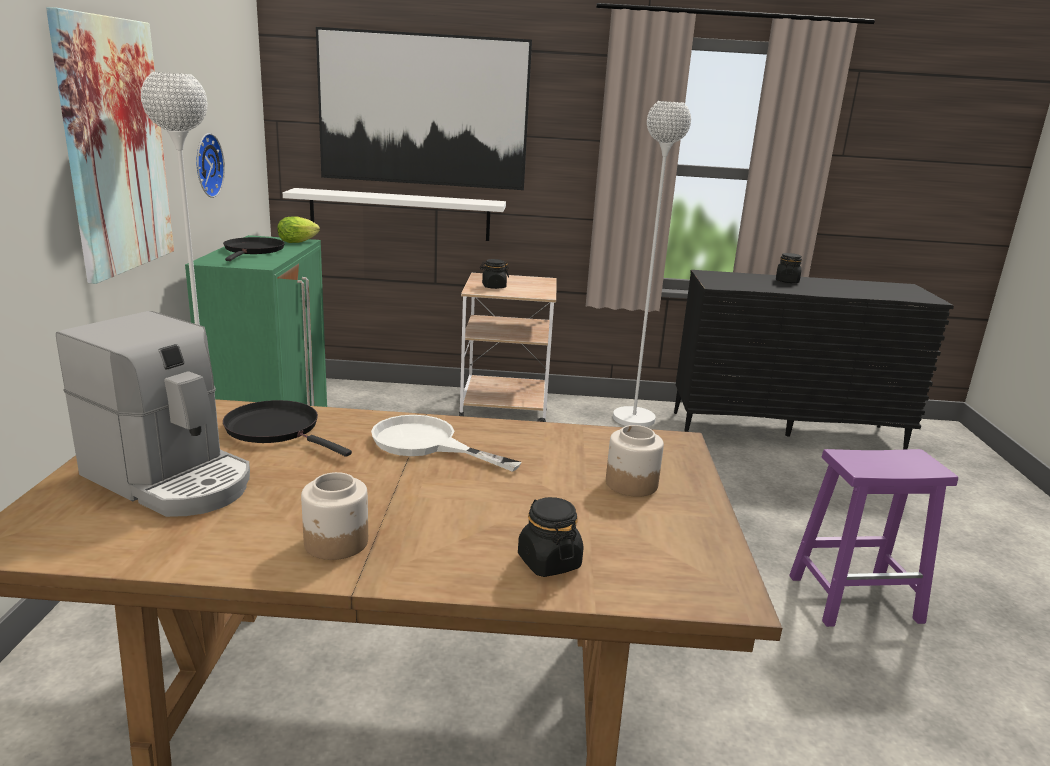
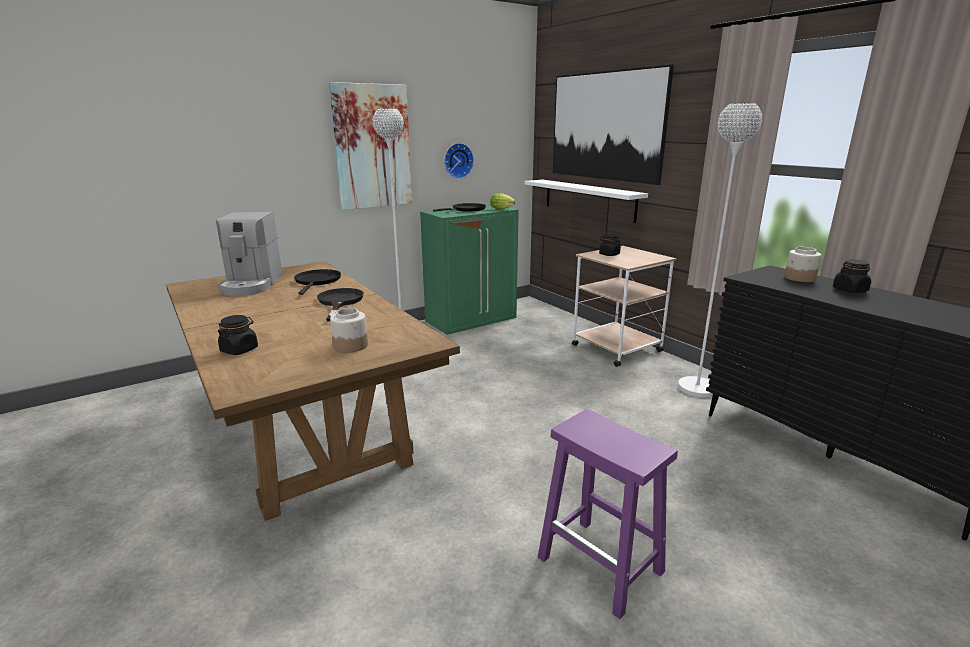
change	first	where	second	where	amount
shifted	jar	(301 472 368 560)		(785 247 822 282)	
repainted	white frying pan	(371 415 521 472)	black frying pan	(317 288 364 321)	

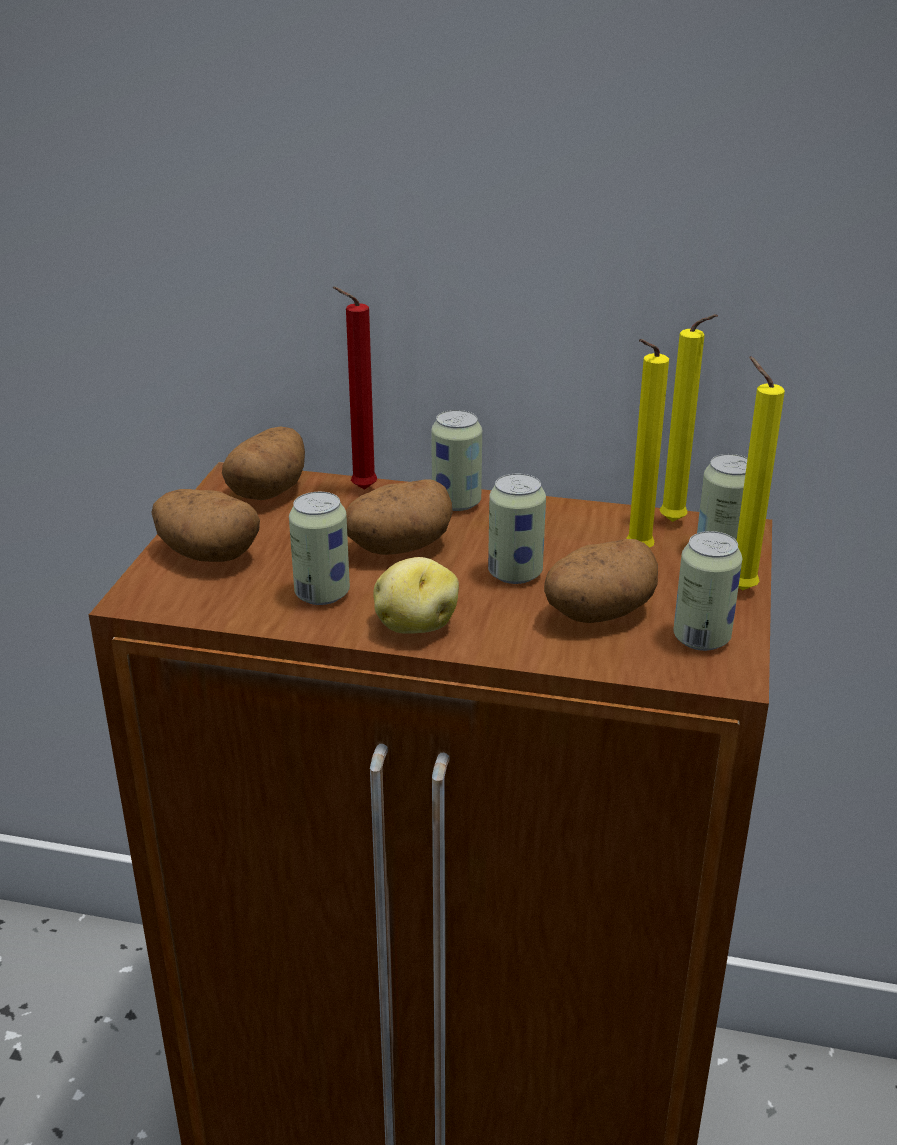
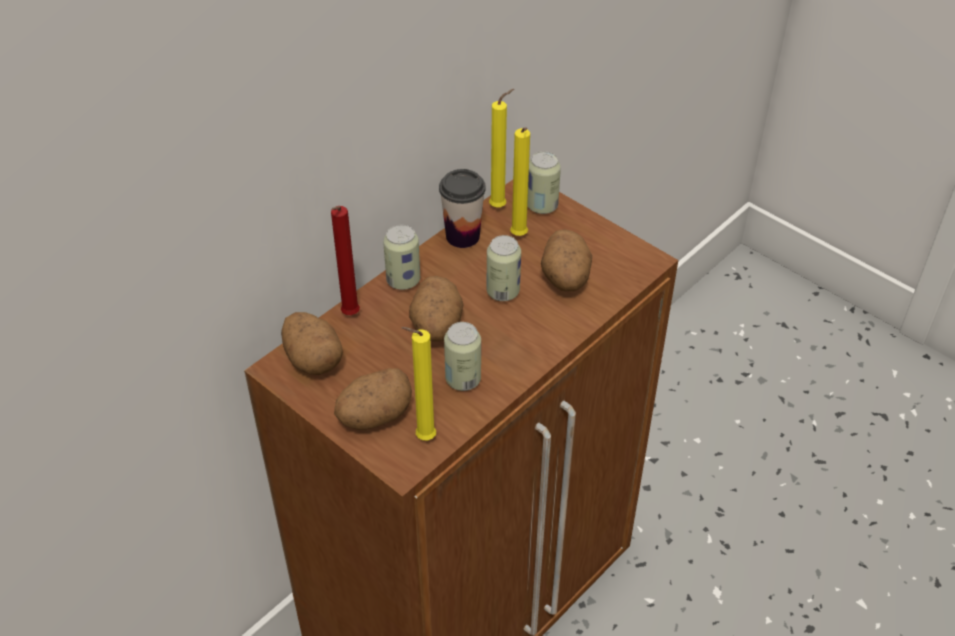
change	first	where	second	where	amount
gone	potato	(373 557 459 634)			
gone	can	(673 531 742 651)			
new			cup	(439 169 486 248)	
shifted	yellow candle	(736 357 785 590)		(402 327 436 440)	

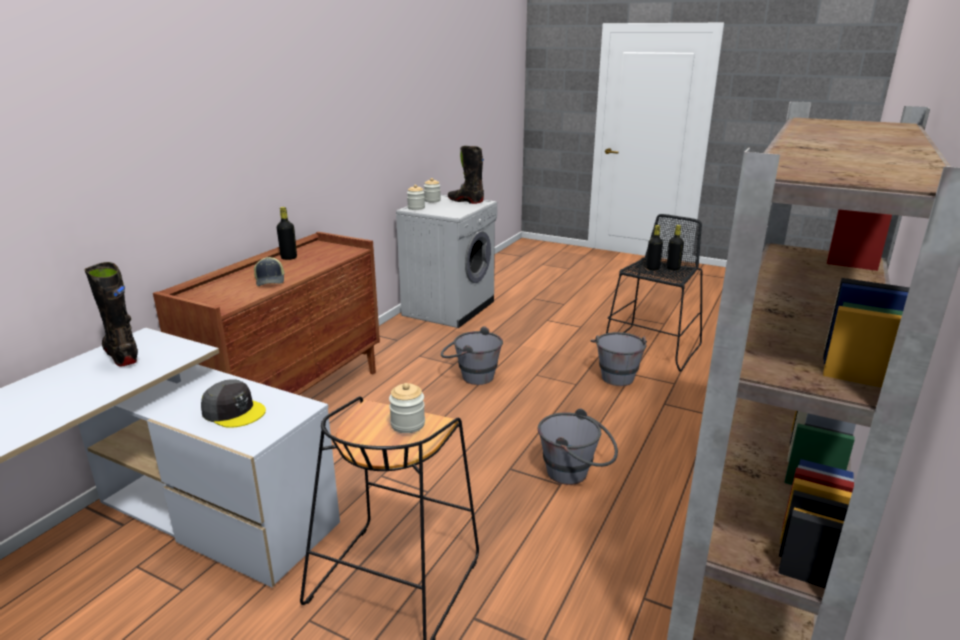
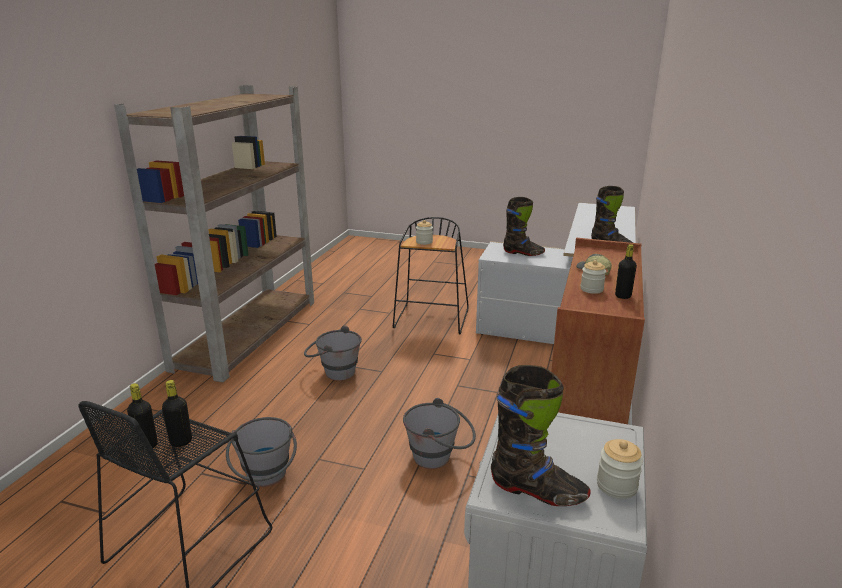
change	first	where	second	where	amount
shifted	jar	(407 185 425 210)		(580 260 606 294)	
swapped	grey cap	(201 379 266 428)	black boot	(503 197 545 256)	

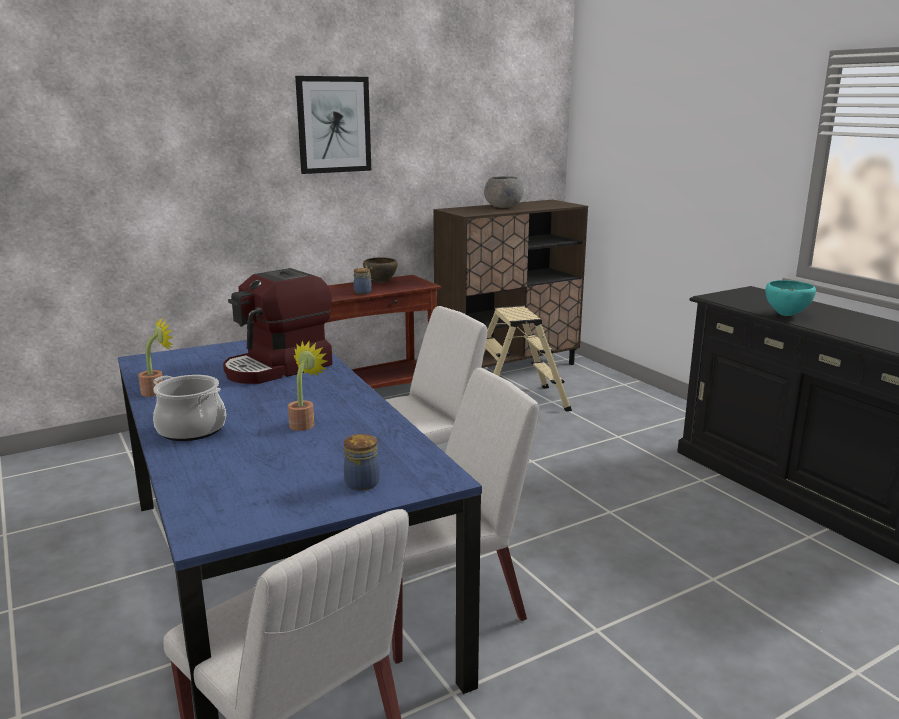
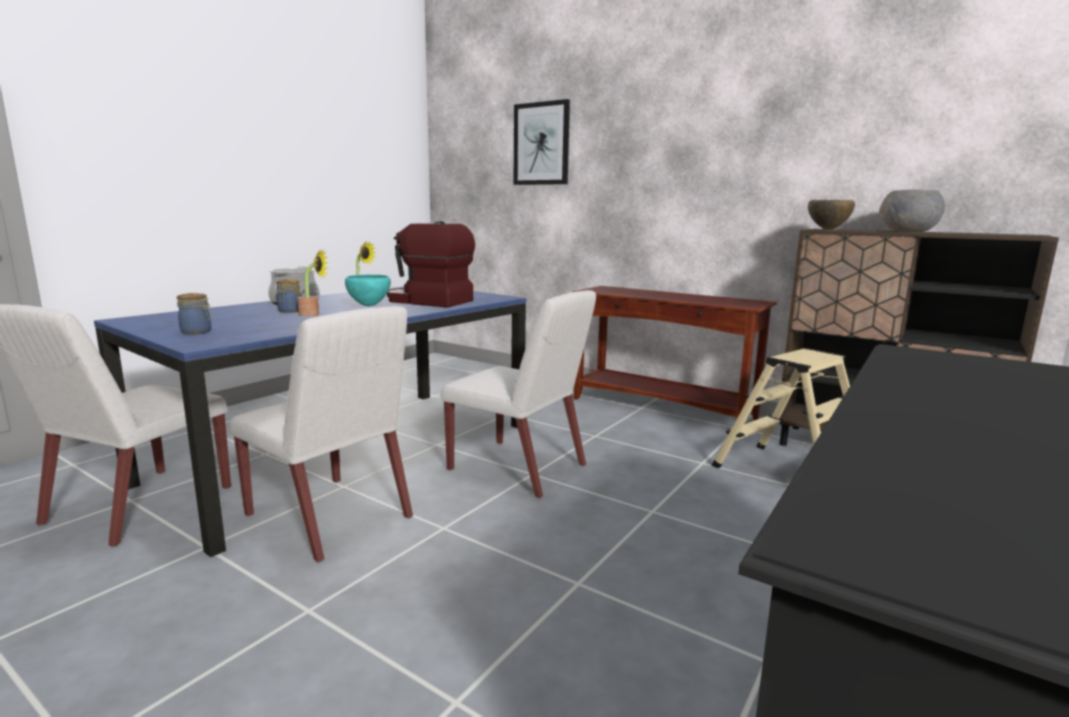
change	first	where	second	where	amount
shifted	picture	(295 76 371 174)		(514 99 570 185)	
shifted	jar	(354 268 372 294)		(276 279 301 313)	
shifted	brown bowl	(363 257 397 283)		(808 200 855 230)	
shifted	turquoise bowl	(765 280 816 316)		(345 275 391 306)	

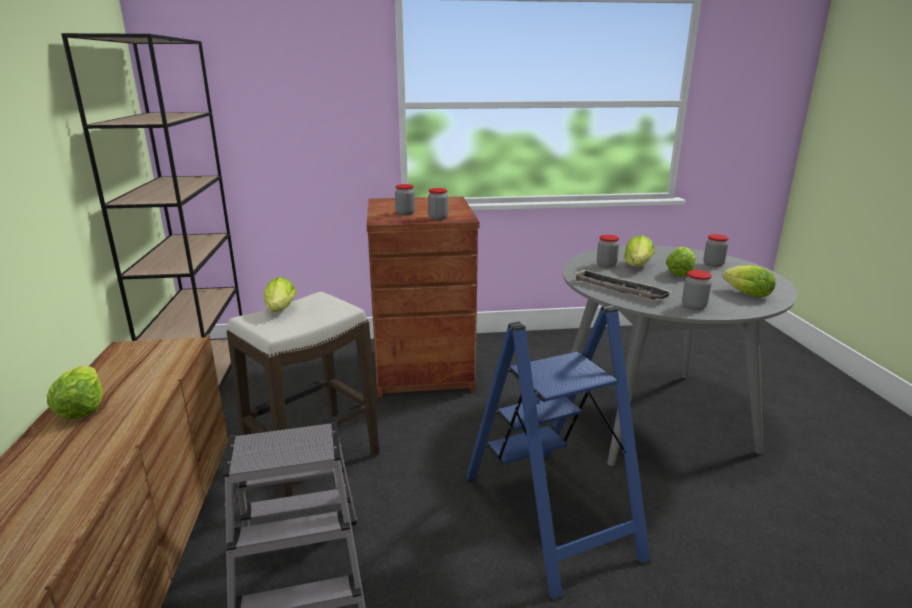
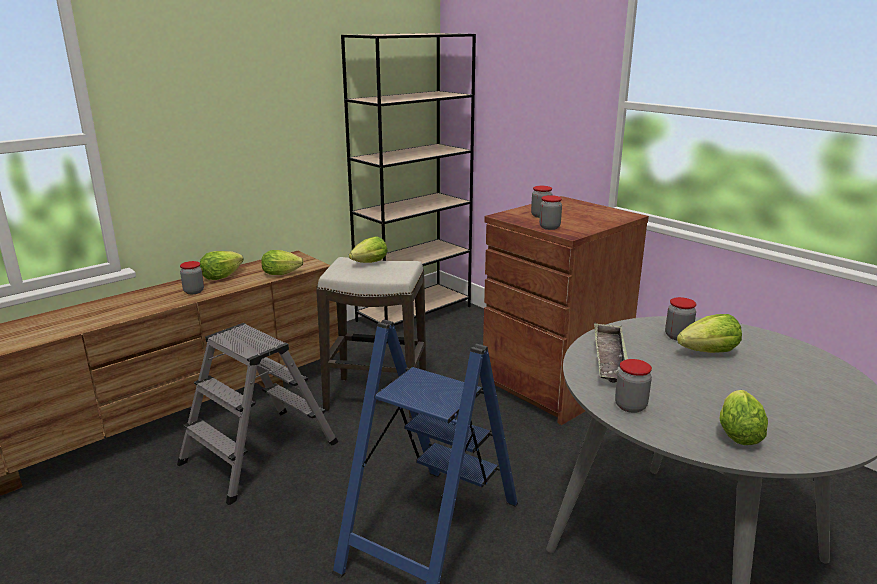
change	first	where	second	where	amount
shifted	lettuce	(666 247 695 276)		(261 250 303 275)	
shifted	jar	(703 234 729 267)		(180 261 204 294)	

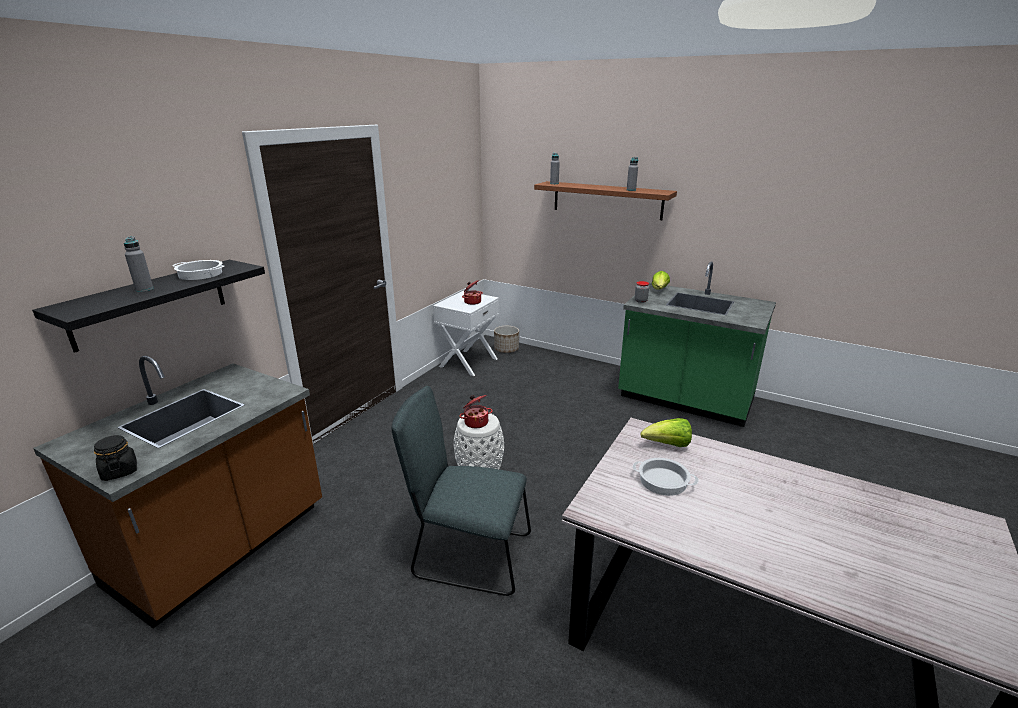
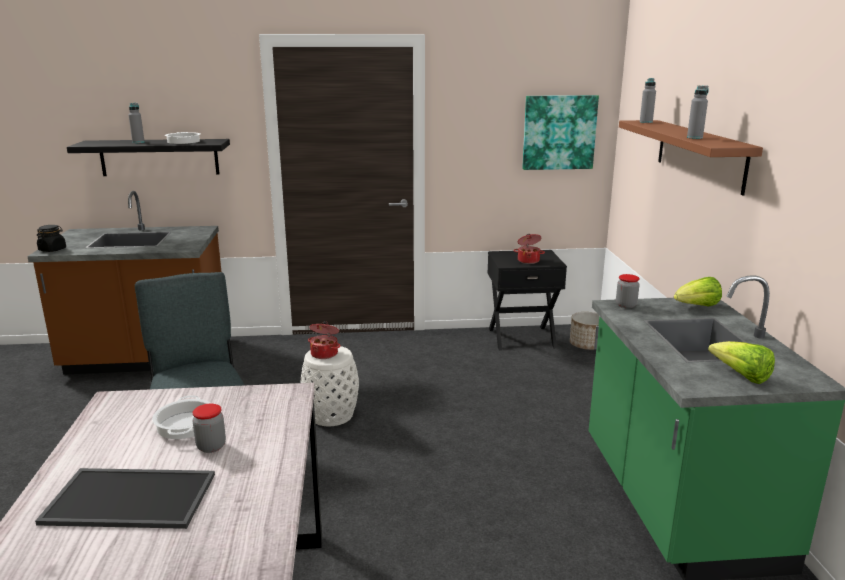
change	first	where	second	where	amount
new			tray	(35 468 215 529)	
new			jar	(192 404 226 453)	
new			picture	(522 95 599 170)	
shifted	lettuce	(641 418 692 447)		(708 341 775 384)	
repainted	white nightstand	(433 291 499 376)	black nightstand	(487 250 567 351)	

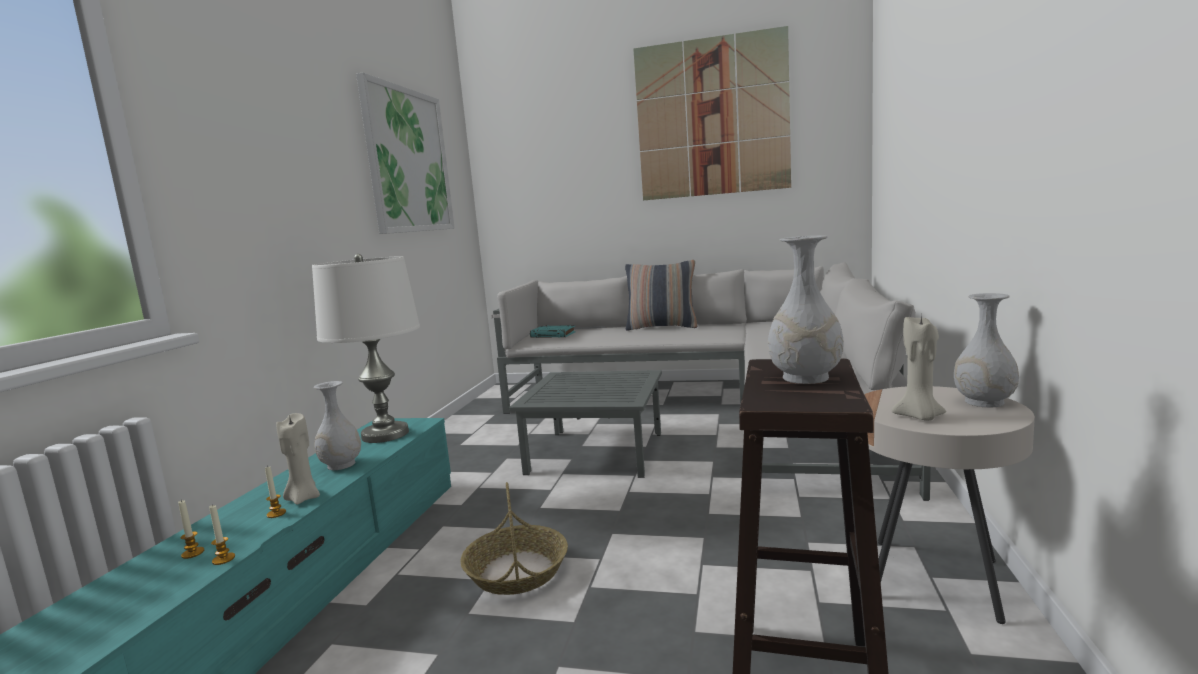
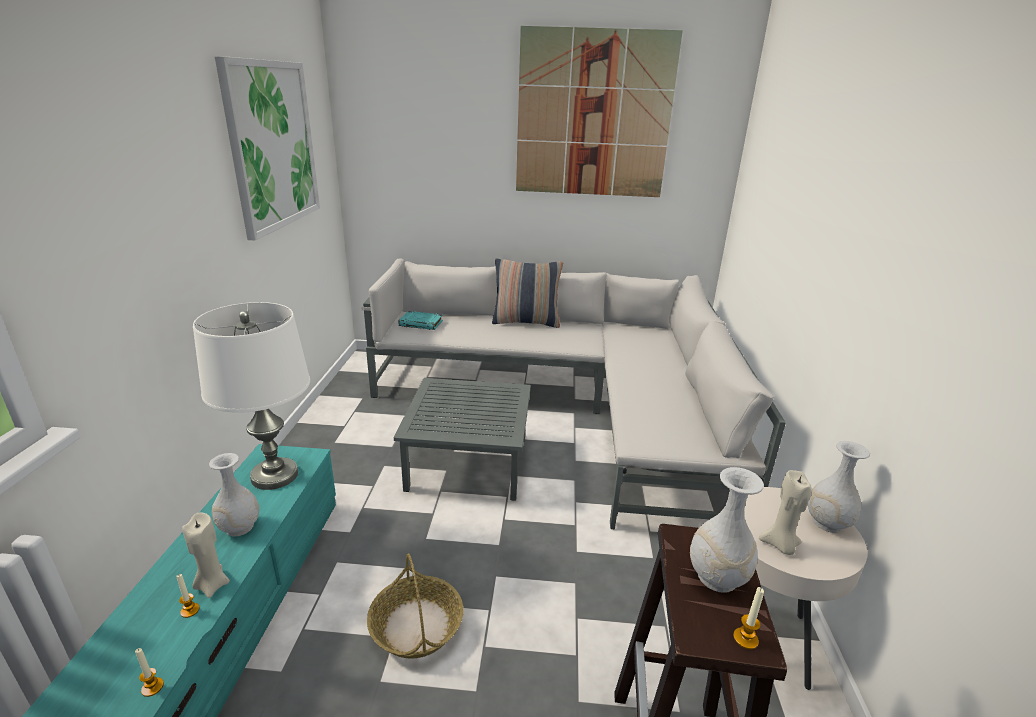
change	first	where	second	where	amount
shifted	candle	(178 500 204 559)		(733 587 764 649)	

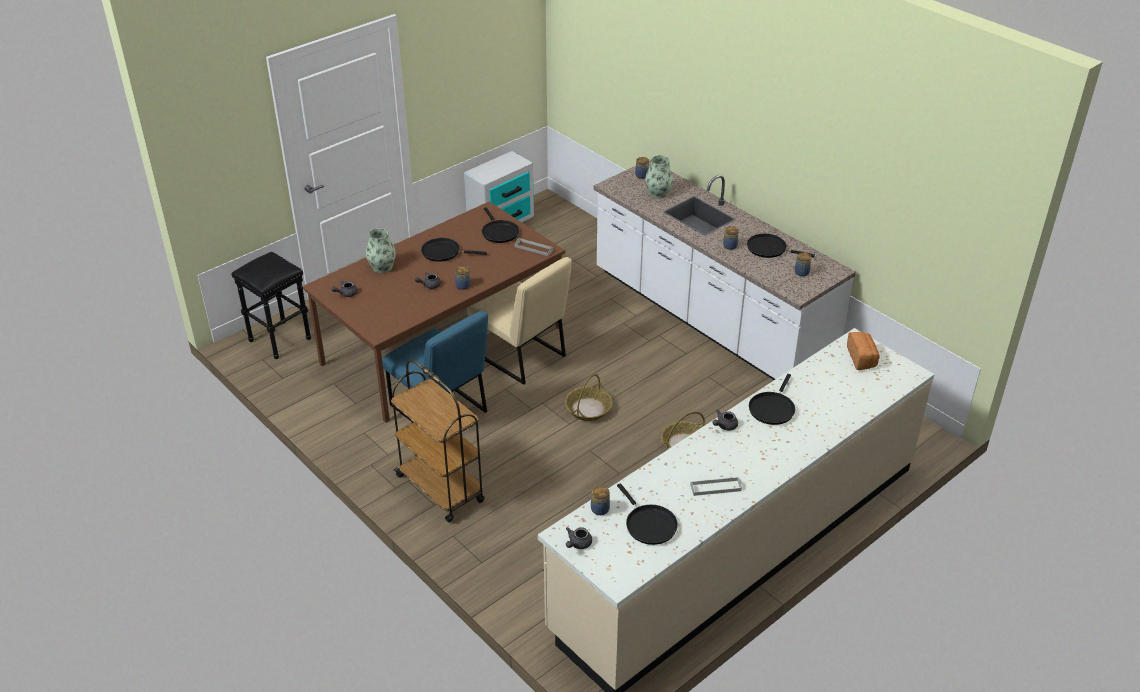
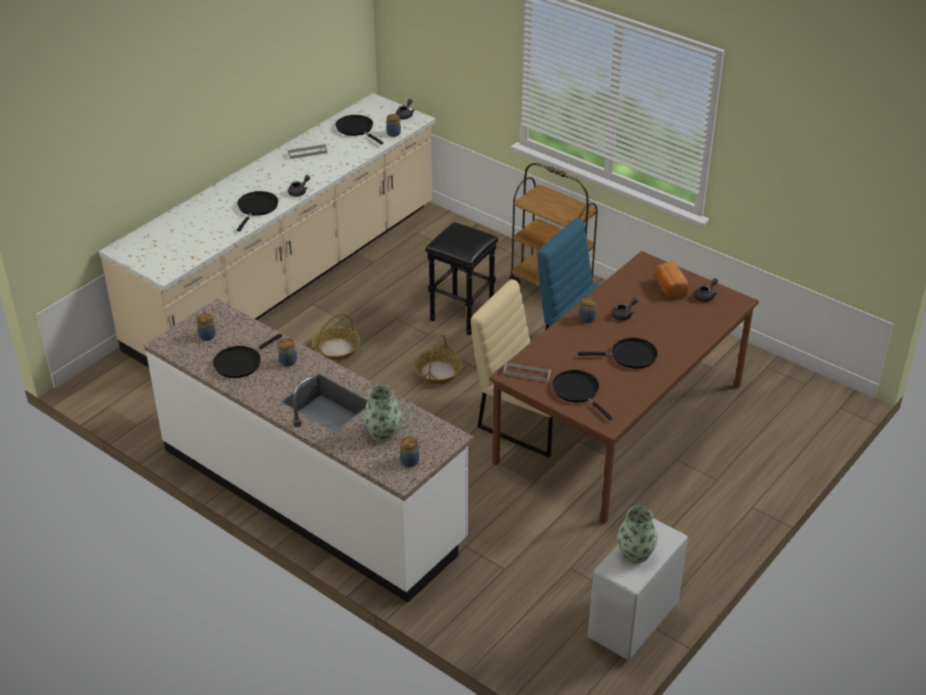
change	first	where	second	where	amount
shifted	black stool	(231 252 311 359)		(426 222 498 335)	
shifted	vase	(366 228 396 273)		(617 506 658 564)	
shifted	bread	(847 332 880 370)		(655 261 688 298)	
rotated	black frying pan	(747 234 815 258)		(213 334 282 378)	120 degrees clockwise

